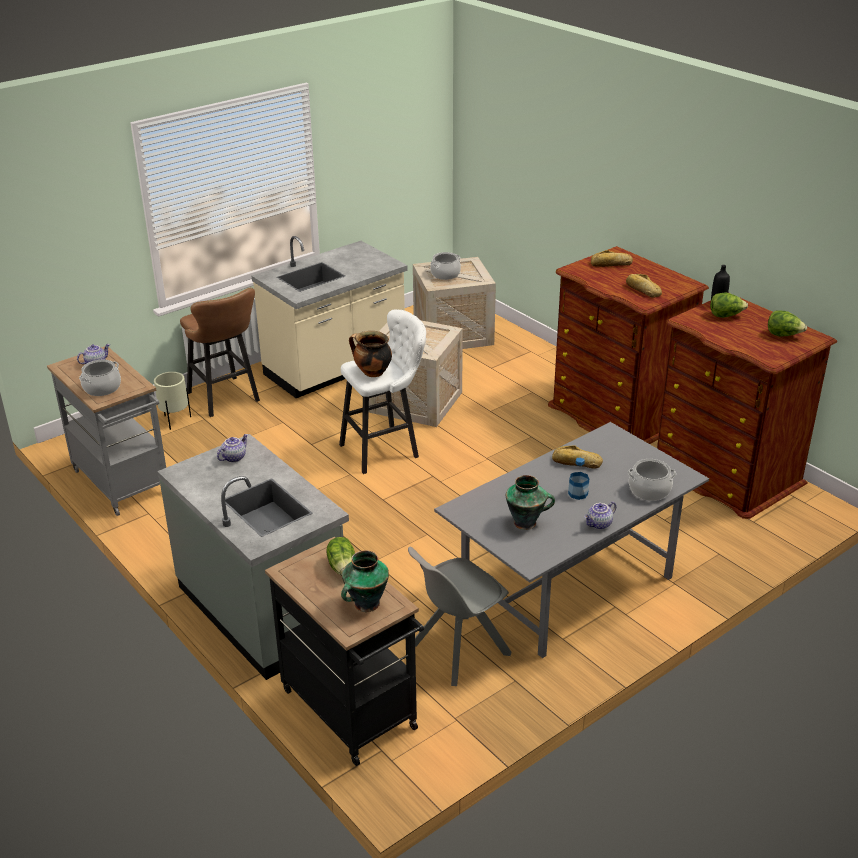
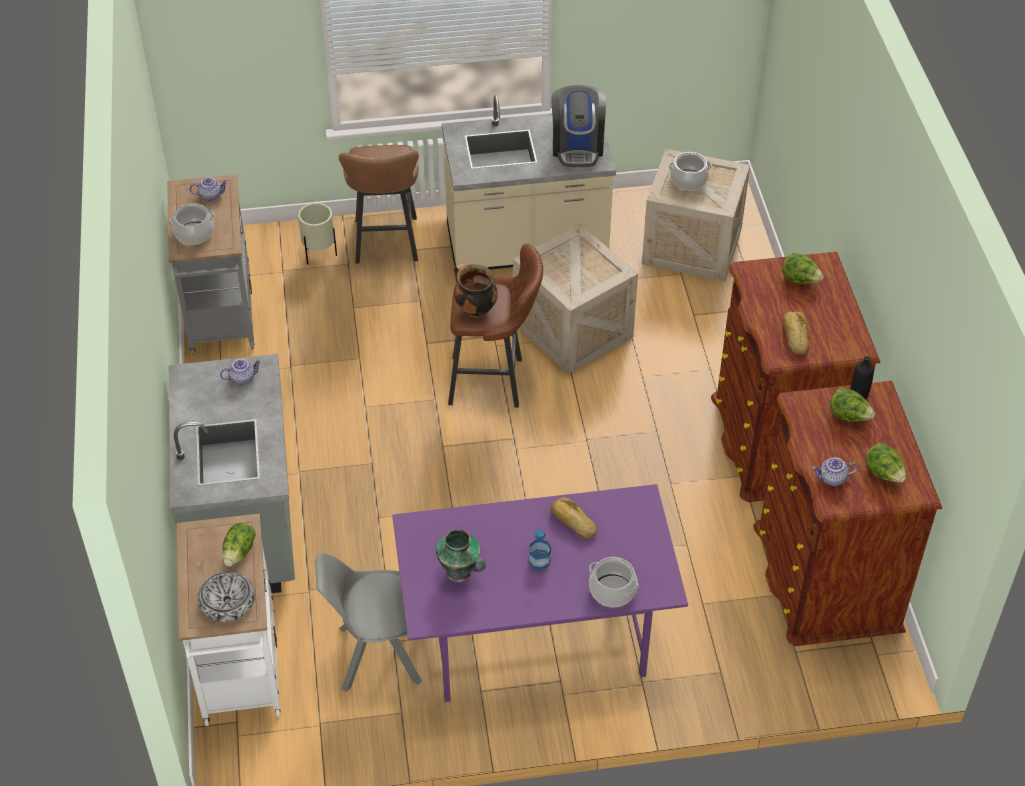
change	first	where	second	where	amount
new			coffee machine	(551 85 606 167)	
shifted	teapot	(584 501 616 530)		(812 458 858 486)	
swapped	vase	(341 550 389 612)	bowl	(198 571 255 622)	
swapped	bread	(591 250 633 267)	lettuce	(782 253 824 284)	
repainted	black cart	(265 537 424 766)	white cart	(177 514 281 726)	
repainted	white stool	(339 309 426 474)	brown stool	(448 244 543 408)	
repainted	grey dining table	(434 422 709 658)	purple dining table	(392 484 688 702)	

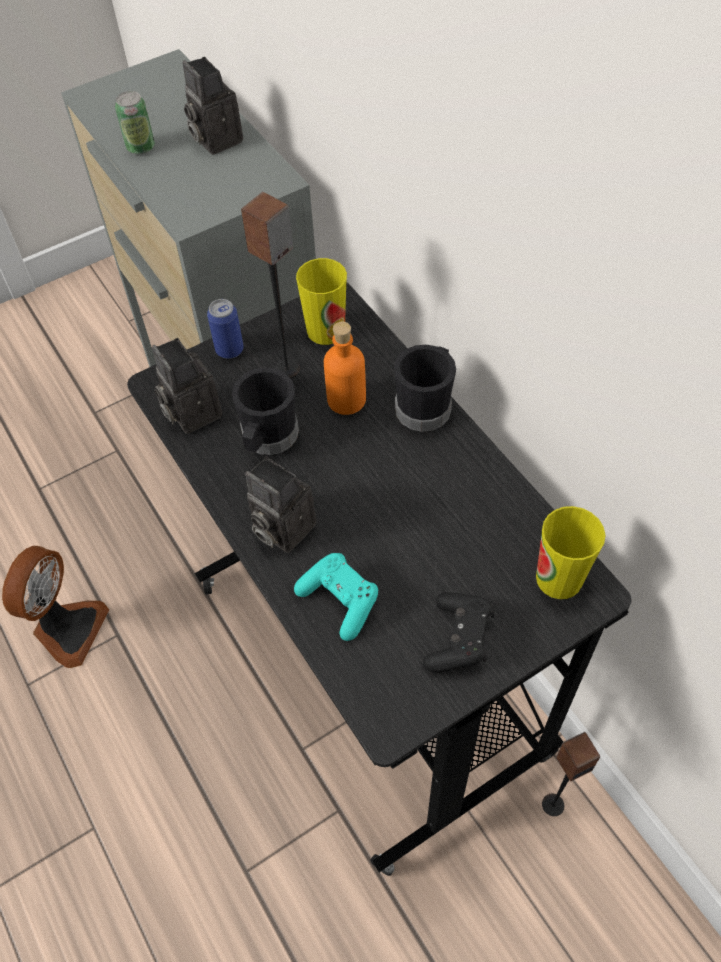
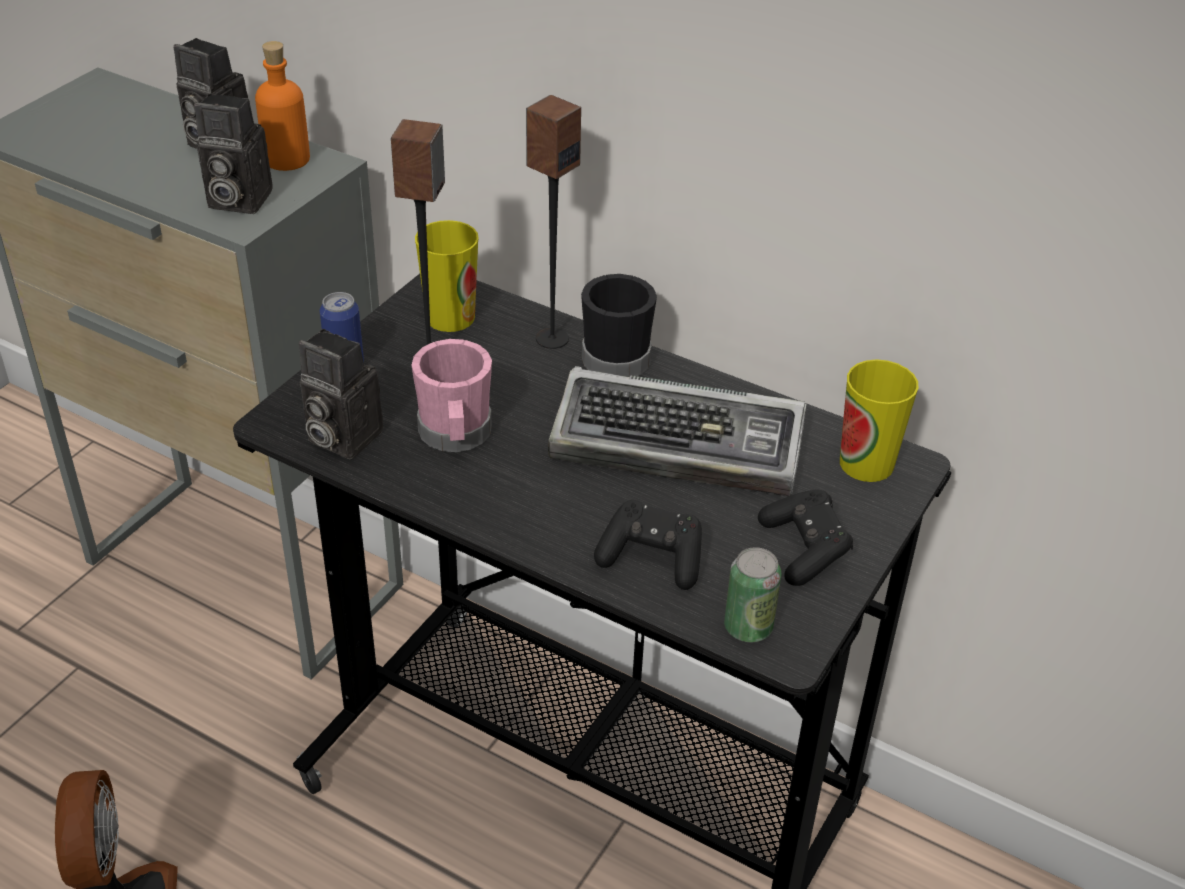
change	first	where	second	where	amount
new			keyboard	(548 366 806 496)	
shifted	can	(115 91 155 154)		(724 547 782 642)	
shifted	photo camera	(245 456 316 553)		(194 94 273 214)	
shifted	orange bottle	(324 322 366 415)		(255 41 310 171)	
shifted	speaker	(542 732 600 816)		(526 95 581 349)	
repainted	black mug	(232 367 299 455)	pink mug	(411 339 492 452)	
repainted	turquoise game controller	(294 553 379 641)	black game controller	(594 500 702 590)	

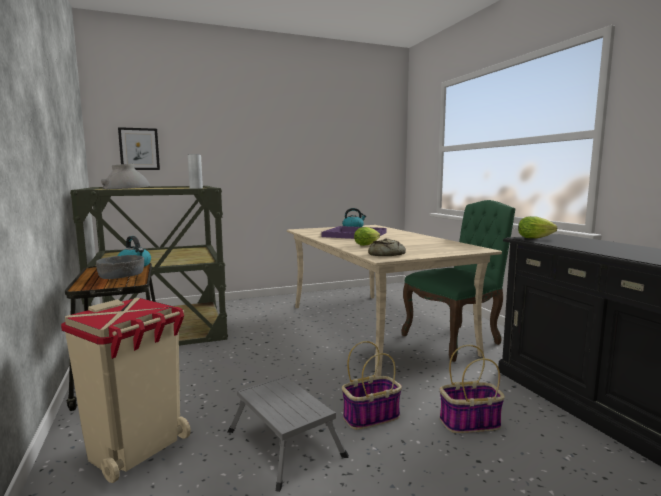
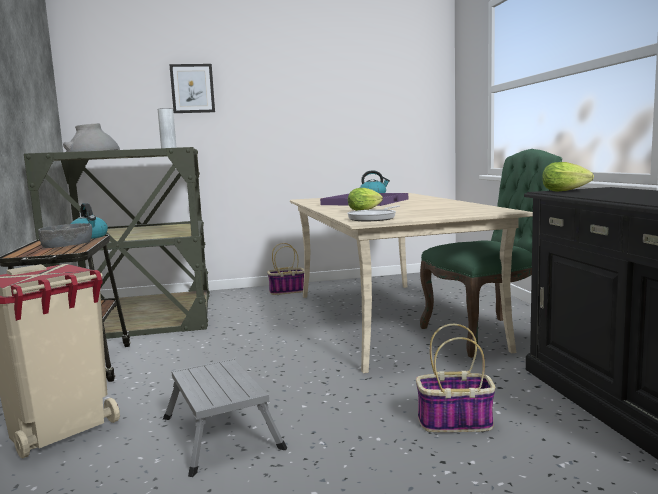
change	first	where	second	where	amount
shifted	picture	(118 127 160 170)		(169 64 215 113)	
shifted	basket	(342 341 402 430)		(267 243 304 295)	
swapped	bread	(368 238 406 256)	frying pan	(347 206 400 221)	

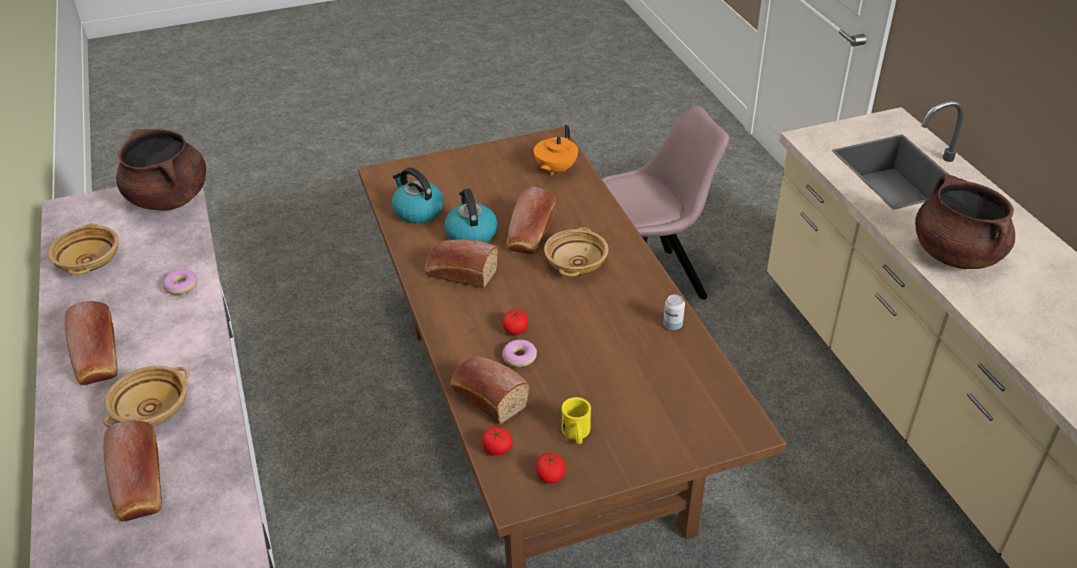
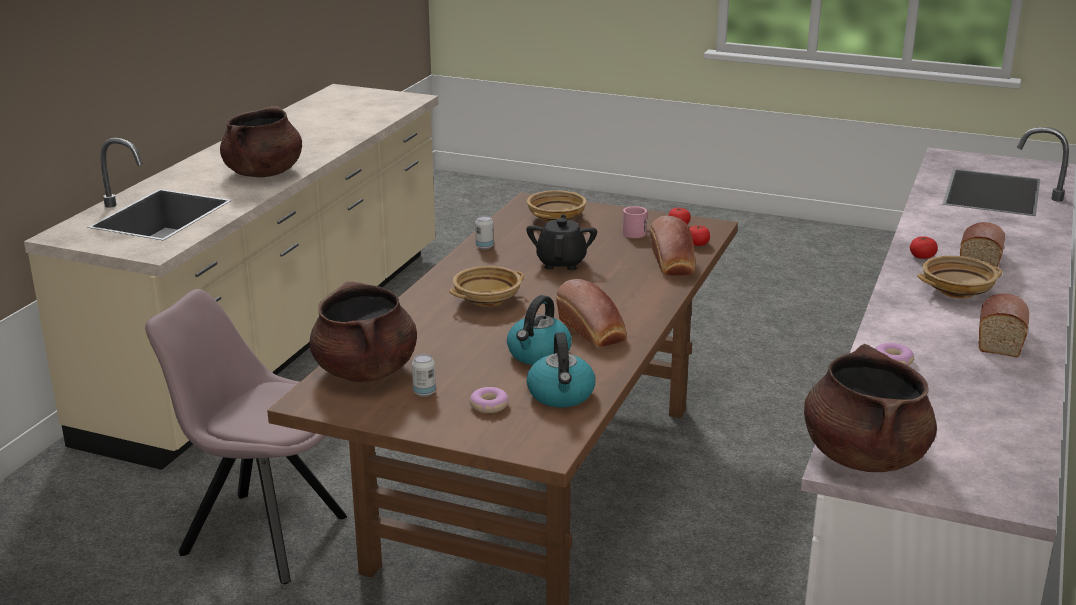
change	first	where	second	where	amount
gone	bread	(507 187 555 254)			
new			can	(412 354 436 397)	
new			black teapot	(526 214 597 270)	
shifted	beige bowl	(48 223 119 275)		(527 190 587 222)	
shifted	tomato	(502 309 528 335)		(910 236 938 259)	
shifted	donut	(502 339 537 367)		(470 387 509 413)	
swapped	orange teapot	(534 125 578 176)	brown cooking pot	(309 281 417 383)	
repainted	yellow mug	(561 397 591 444)	pink mug	(623 206 648 238)	

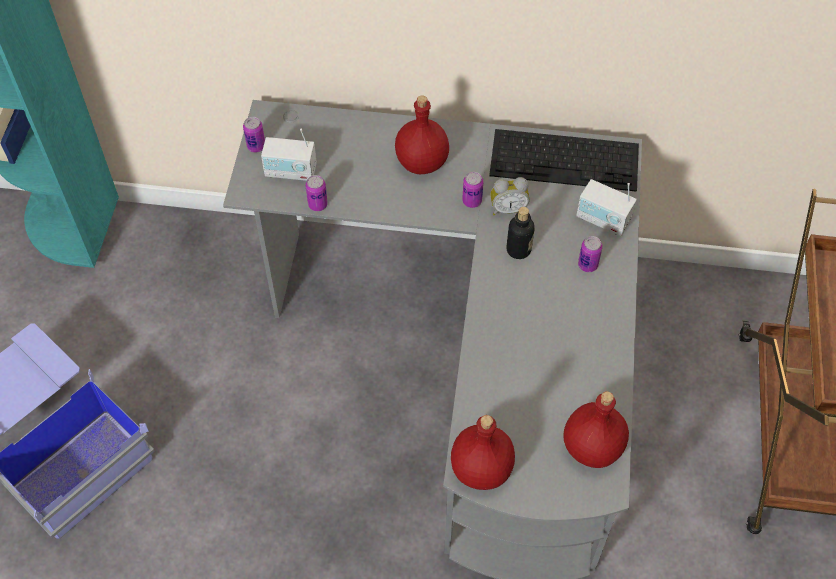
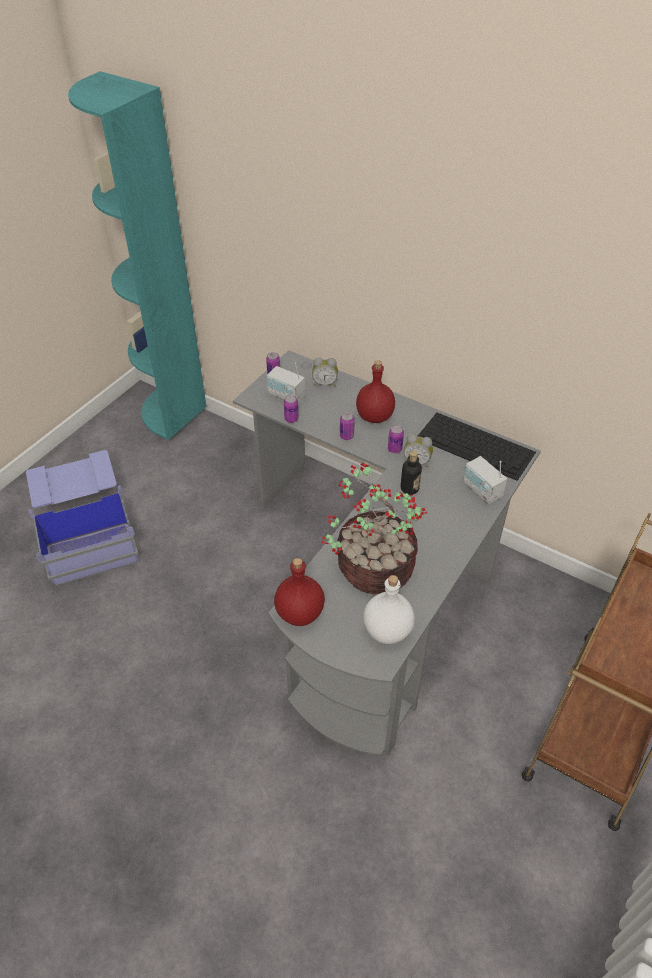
change	first	where	second	where	amount
new			alarm clock	(312 357 338 387)	
new			potted plant	(321 463 428 594)	
shifted	can	(578 236 603 272)		(340 412 355 440)	
repainted	red bottle	(563 391 629 468)	white bottle	(363 575 415 644)	

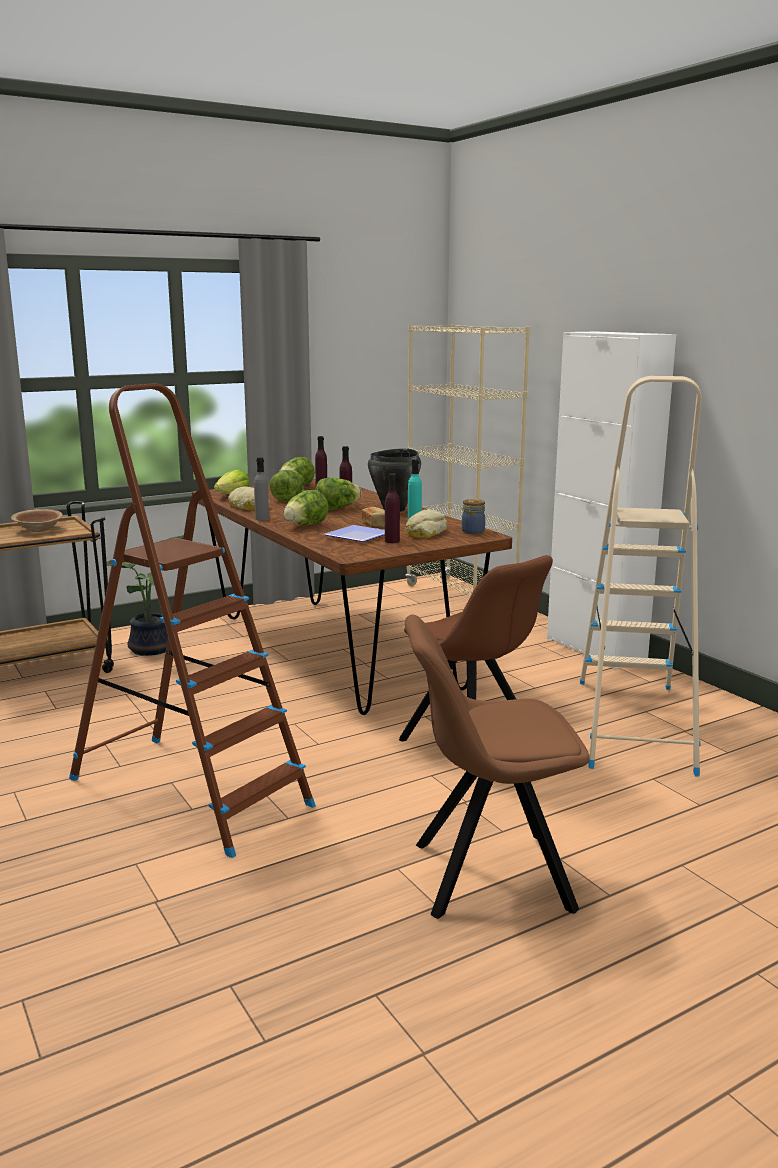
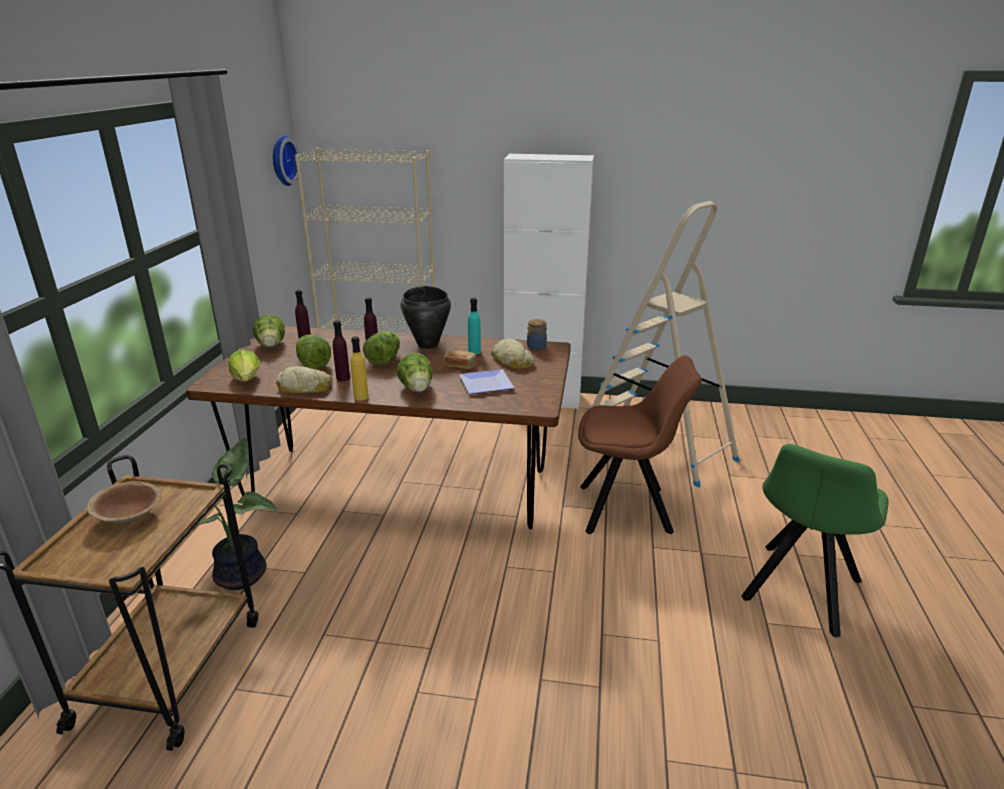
change	first	where	second	where	amount
gone	brown step ladder	(69 383 316 858)			
new			wall clock	(273 135 300 186)	
shifted	purple bottle	(385 474 400 543)		(333 320 350 381)	
repainted	grey bottle	(254 457 269 521)	yellow bottle	(350 336 369 401)	
repainted	brown chair	(405 614 590 919)	green chair	(741 444 889 637)	

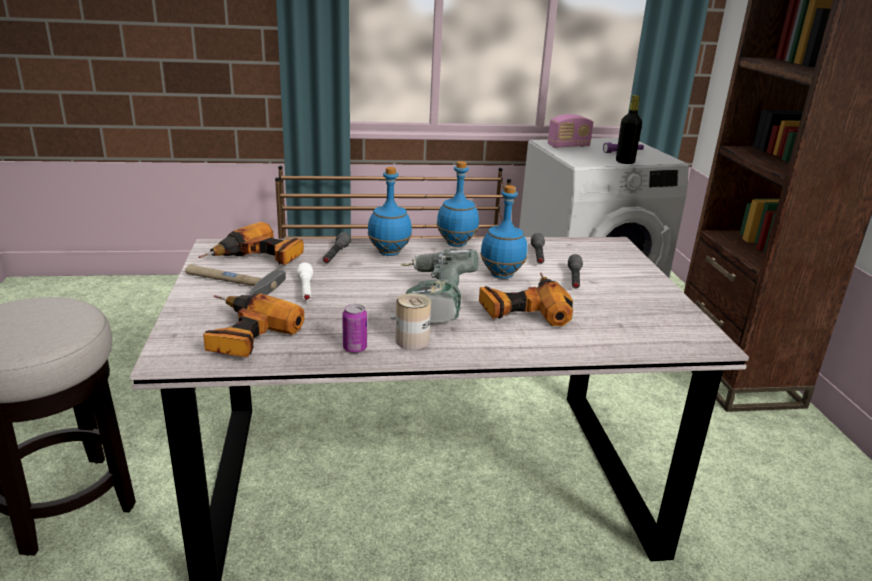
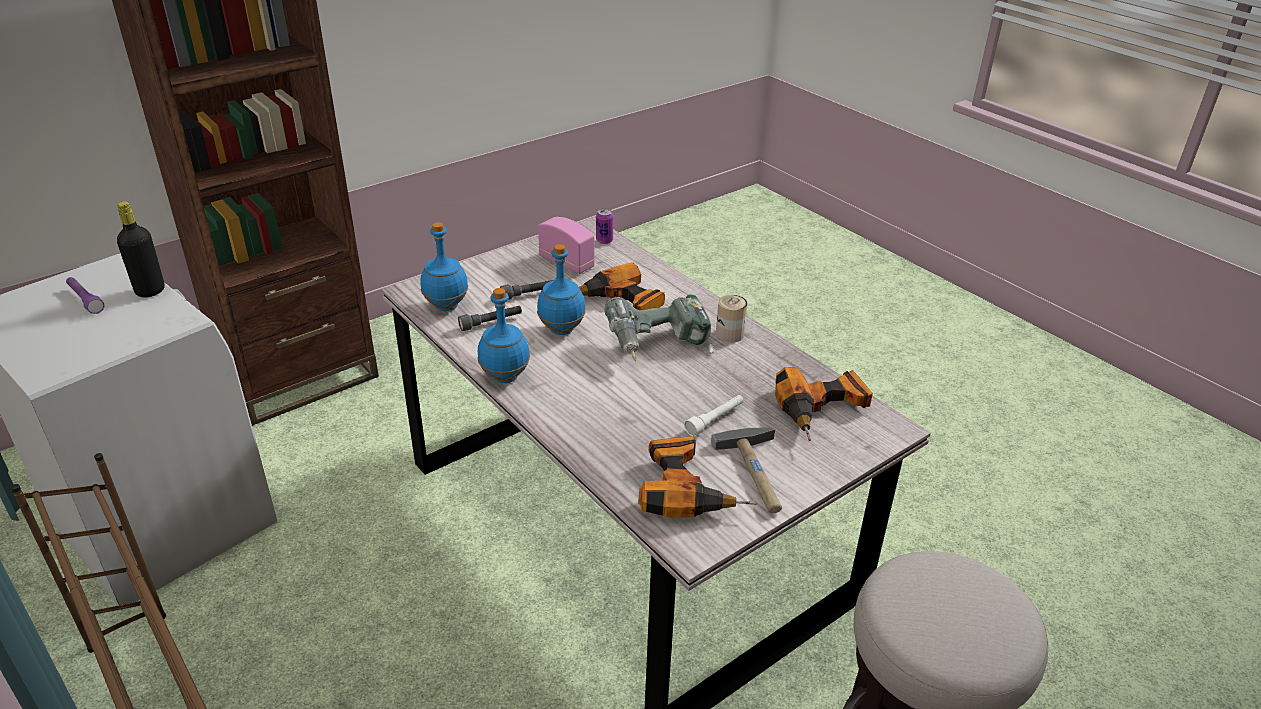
change	first	where	second	where	amount
gone	grey flashlight	(323 232 351 263)			
shifted	can	(342 304 367 353)		(596 209 613 244)	
shifted	blue bottle	(367 167 412 256)		(420 222 468 311)	
shifted	radio	(548 114 593 148)		(538 217 595 274)	

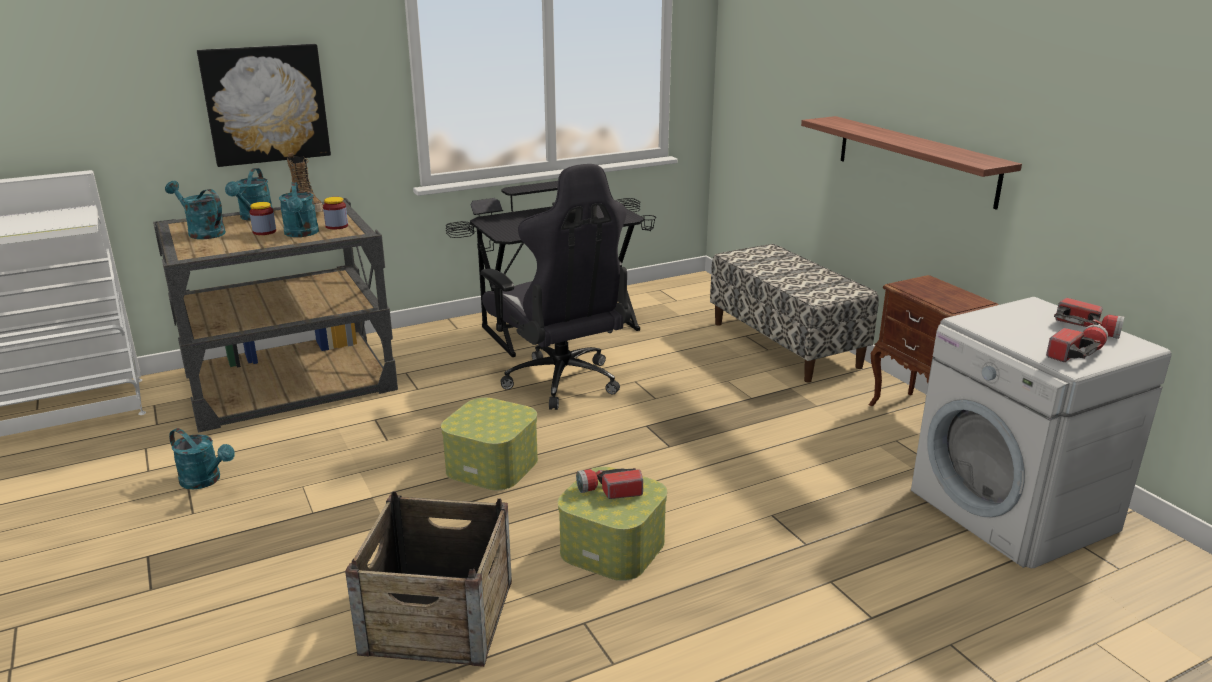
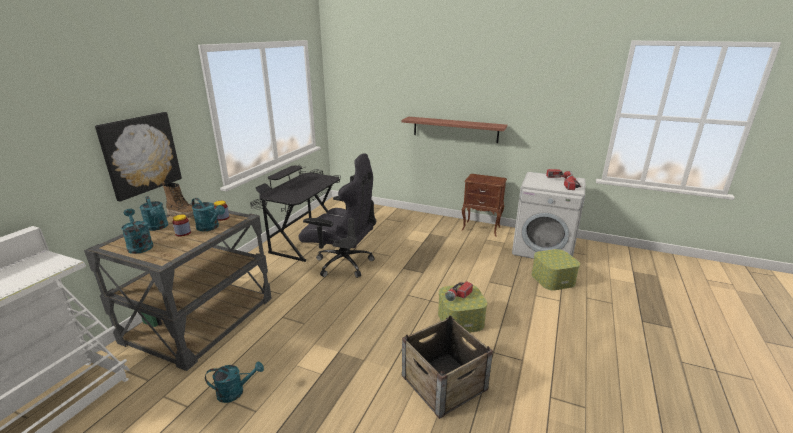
change	first	where	second	where	amount
gone	bench	(710 244 879 383)			
shifted	storage box	(441 398 538 490)		(531 249 580 291)	
rotated	turquoise watering can	(165 181 226 239)		(121 209 154 254)	60 degrees clockwise

